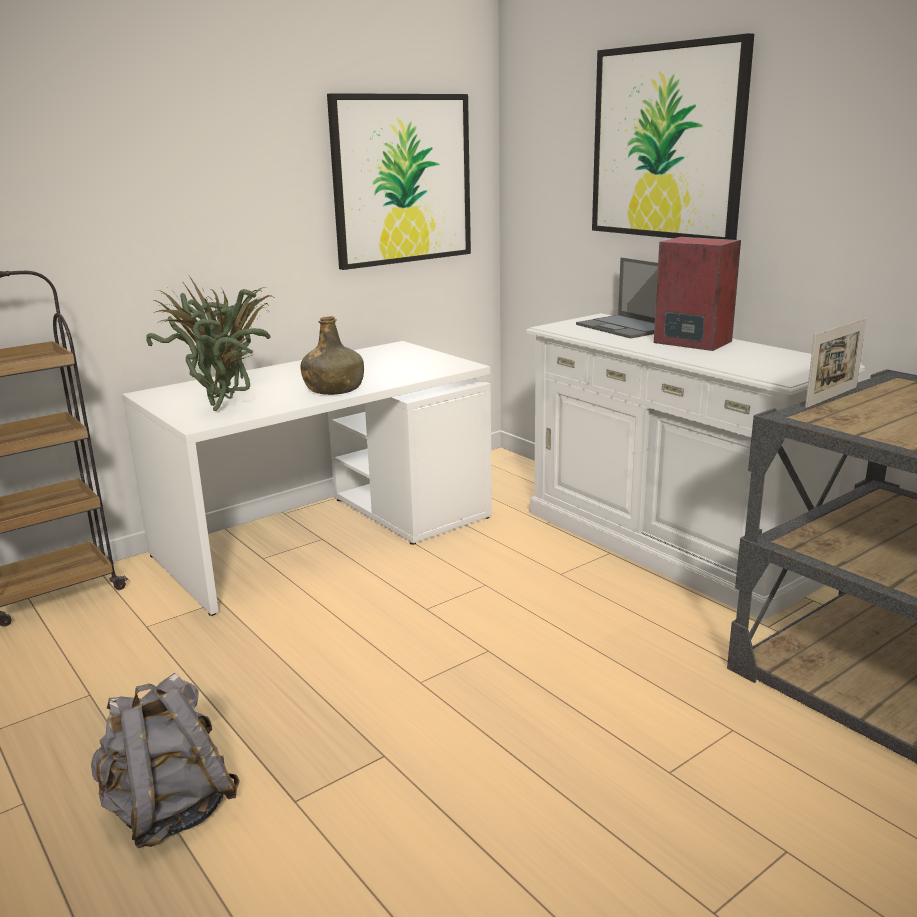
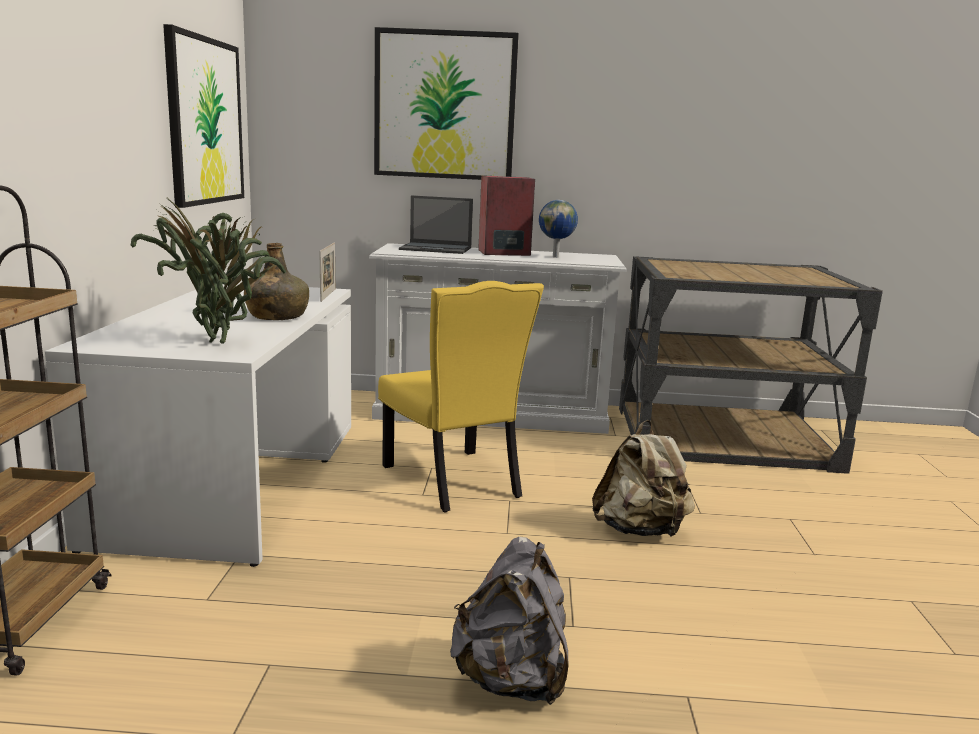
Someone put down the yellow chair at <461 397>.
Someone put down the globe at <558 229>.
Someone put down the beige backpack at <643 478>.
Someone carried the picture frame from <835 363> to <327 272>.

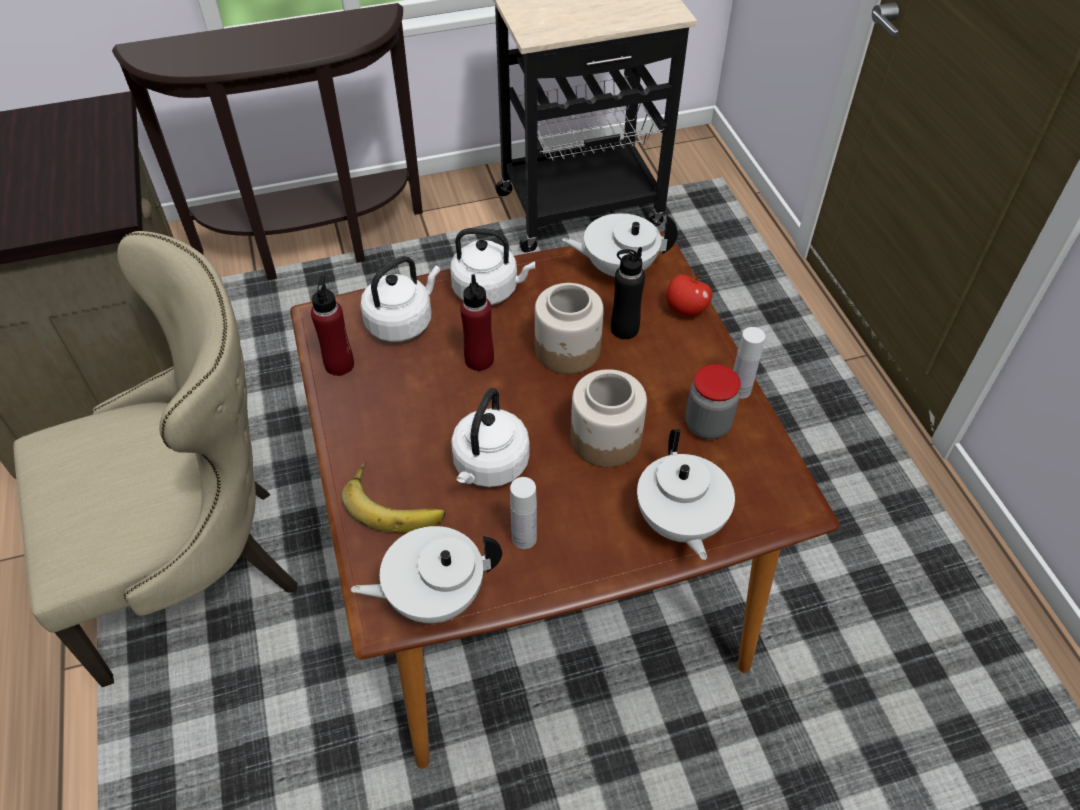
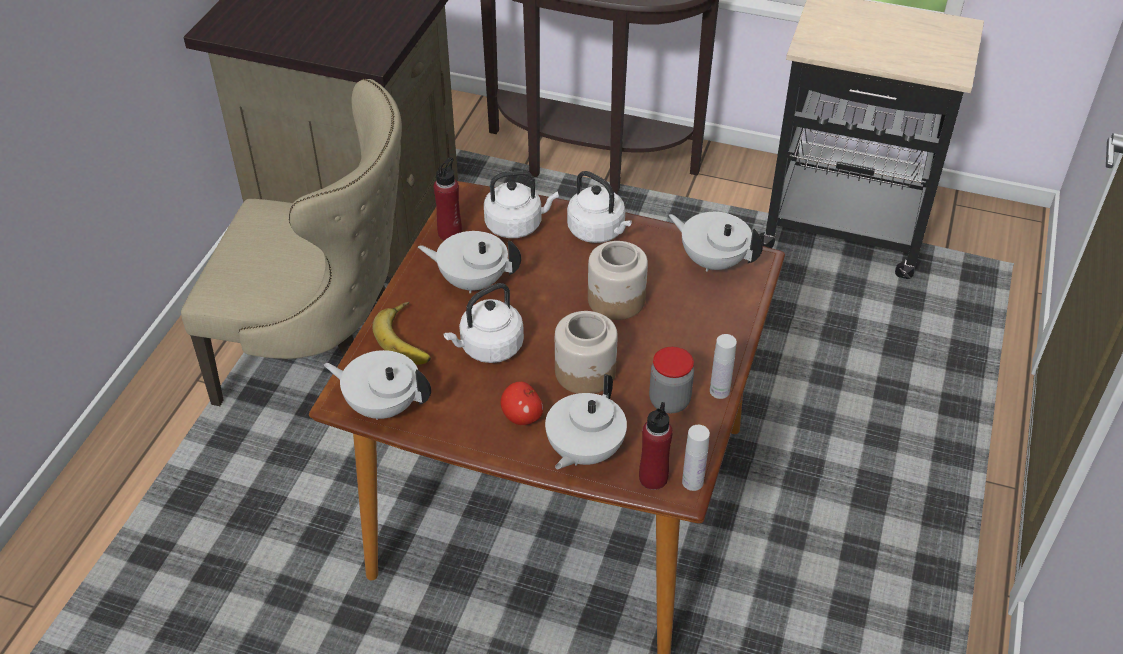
Someone took away the black bottle at <628 293>.
Someone put down the white teapot at <469 262>.
Someone carried the red bottle from <477 322> to <656 446>.
Someone carried the white bottle from <523 513> to <696 458>.
Someone carried the apple from <689 295> to <522 403>.

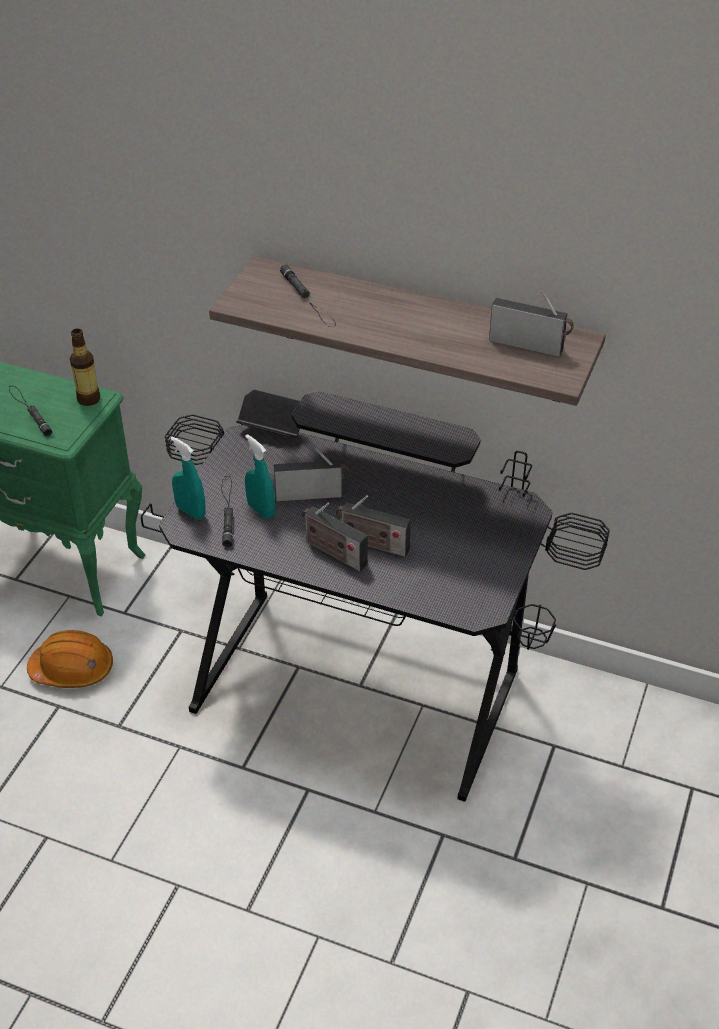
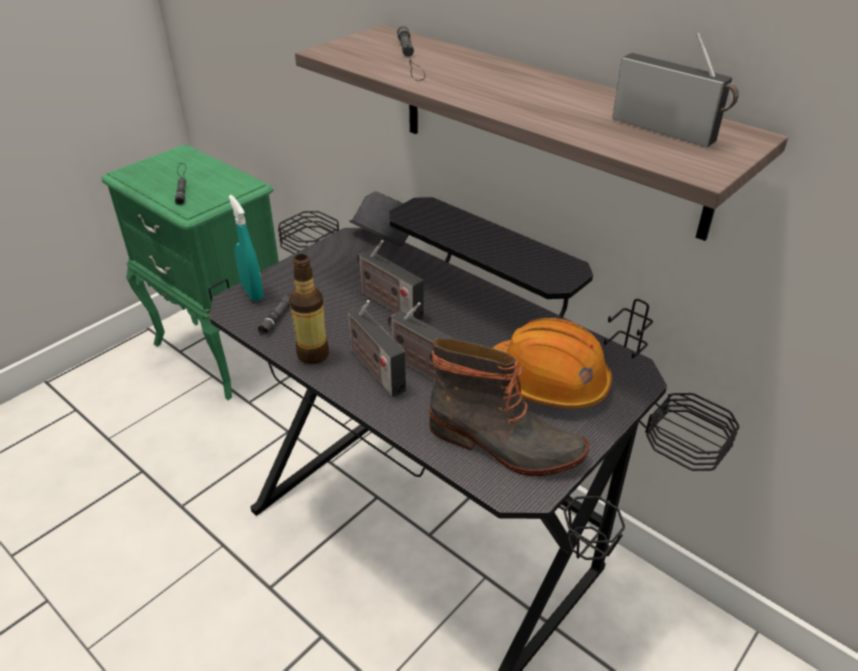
Someone took away the turquoise spray bottle at <260 476>.
Someone put down the boot at <509 407>.
Someone carried the orange hard hat from <70 659> to <552 363>.
Someone carried the bottle from <85 367> to <309 309>.
Someone rotated the radio at <311 474> by 150 degrees counterclockwise.

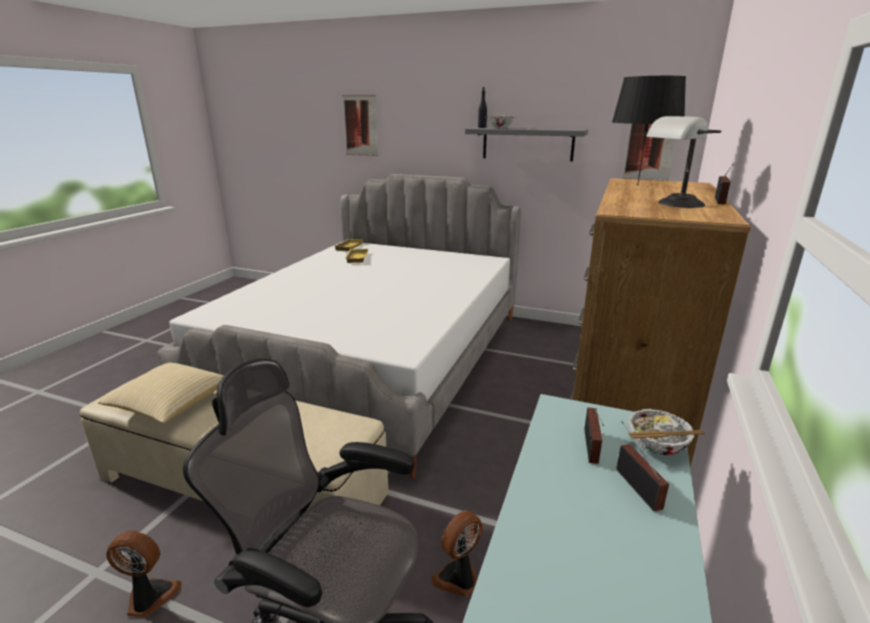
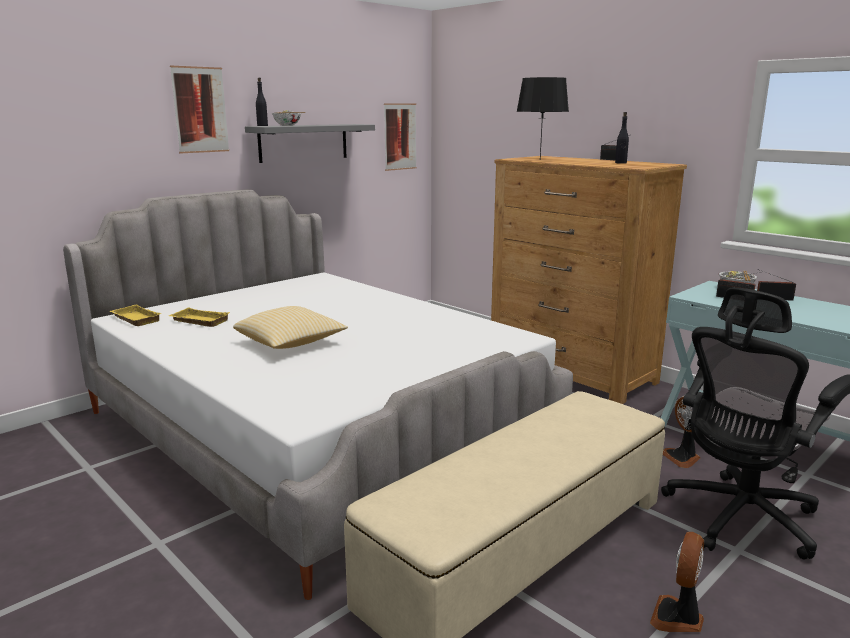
Someone carried the pillow from <161 393> to <290 327>.
Someone carried the picture from <360 125> to <199 109>.
Someone swapped the table lamp at <683 162> for the black bottle at <622 138>.

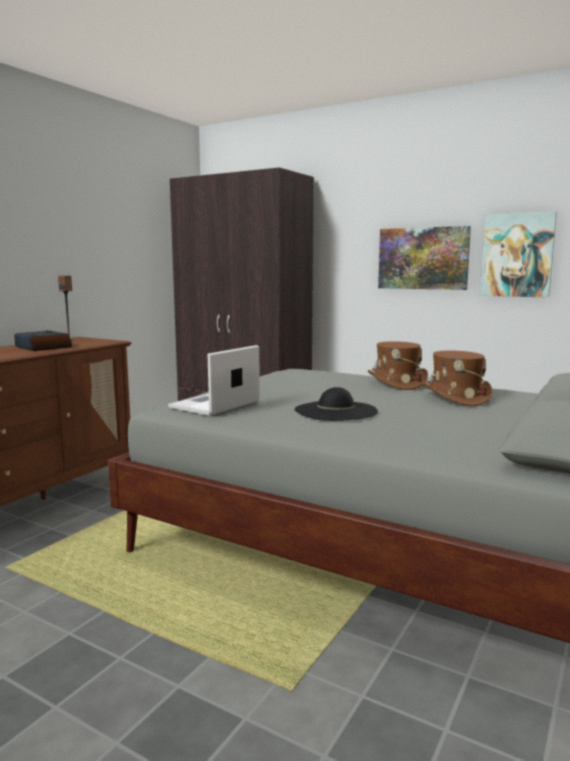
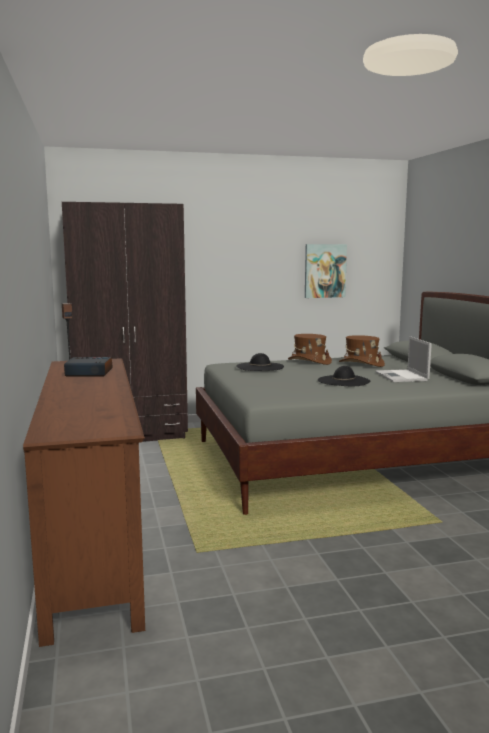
Someone took away the picture at <424 258>.
Someone put down the black hat at <260 362>.
Someone carried the laptop from <214 380> to <403 359>.

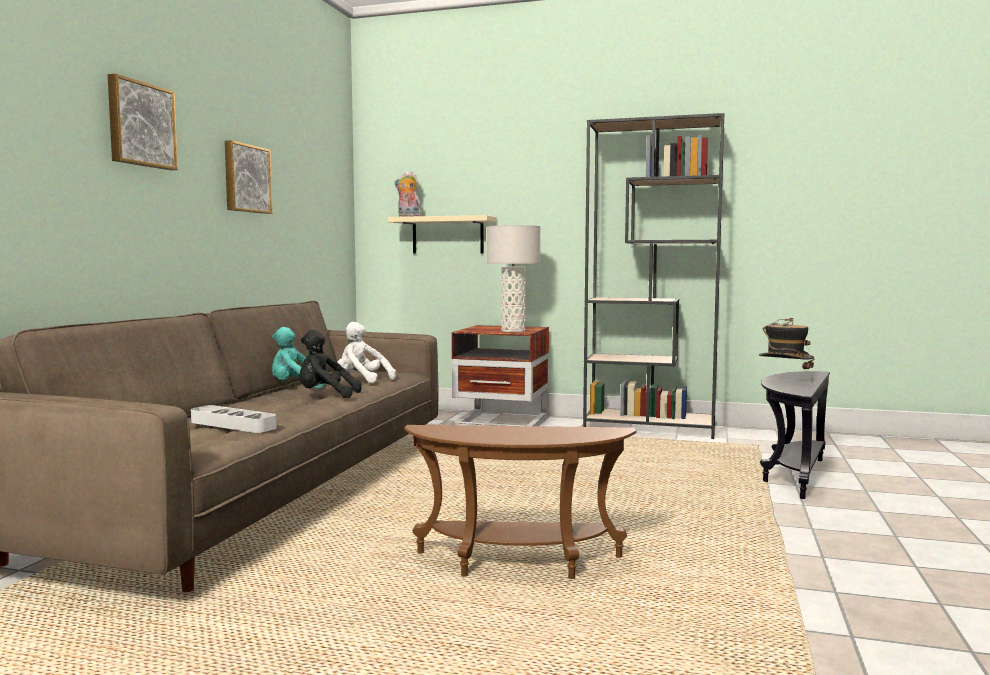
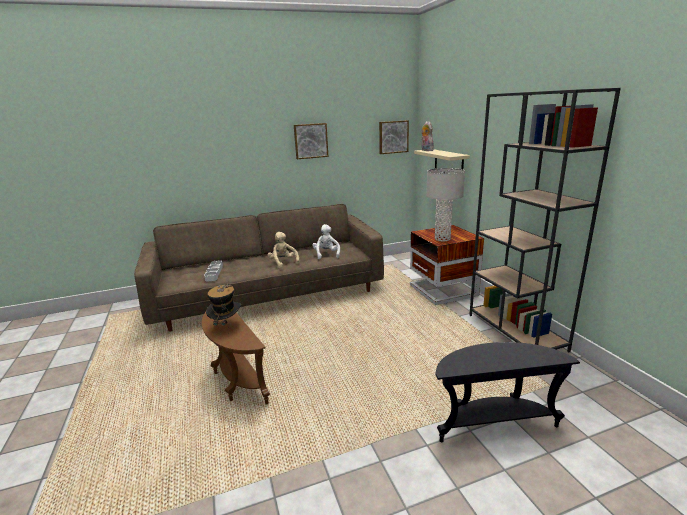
Someone took away the turquoise plush toy at <299 358>.
Someone carried the picture from <143 122> to <394 137>.
Someone carried the hat from <787 345> to <223 309>.
Someone repainted the black plush toy at <330 364>, which became the beige plush toy at <284 250>.

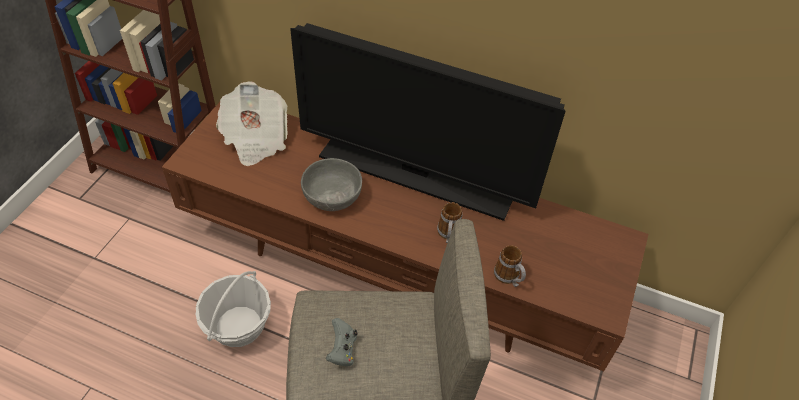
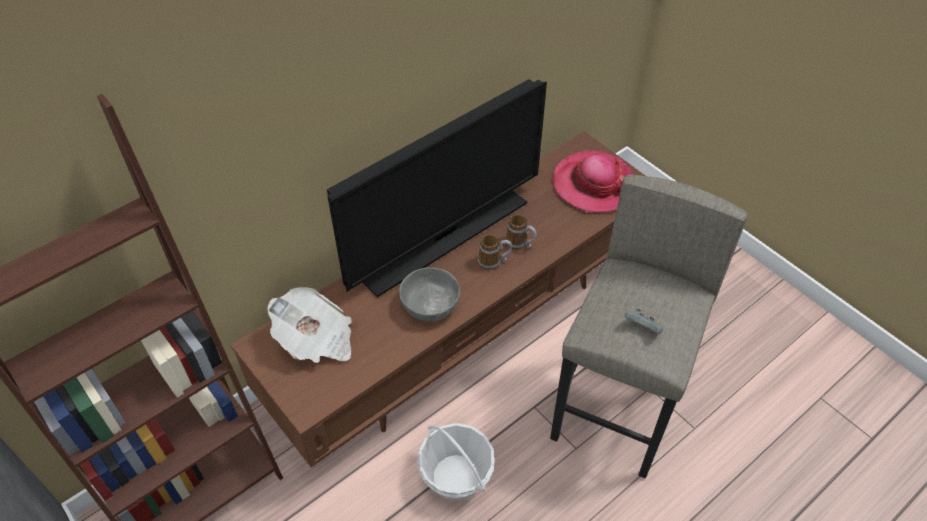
Someone put down the hat at <593 181>.
Someone carried the mug from <510 266> to <495 252>.

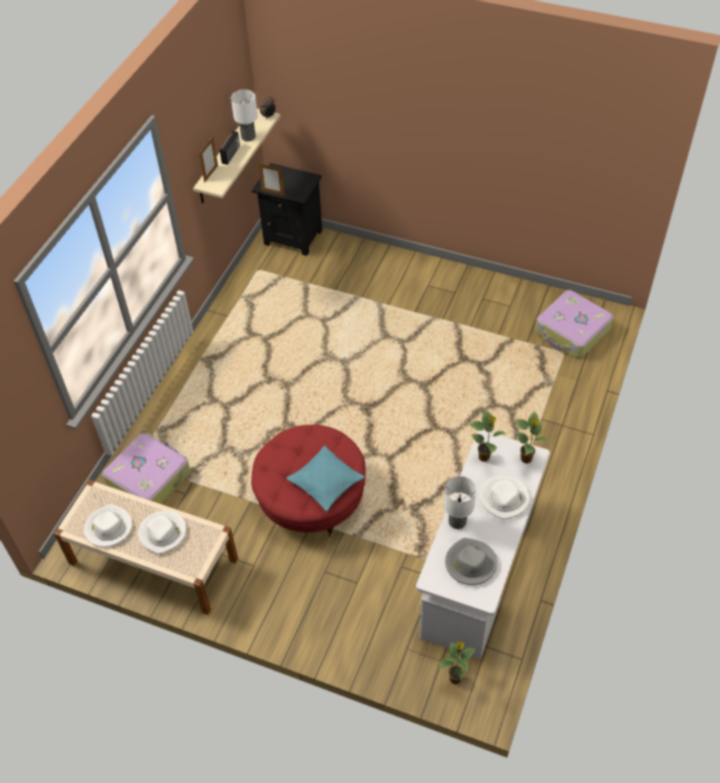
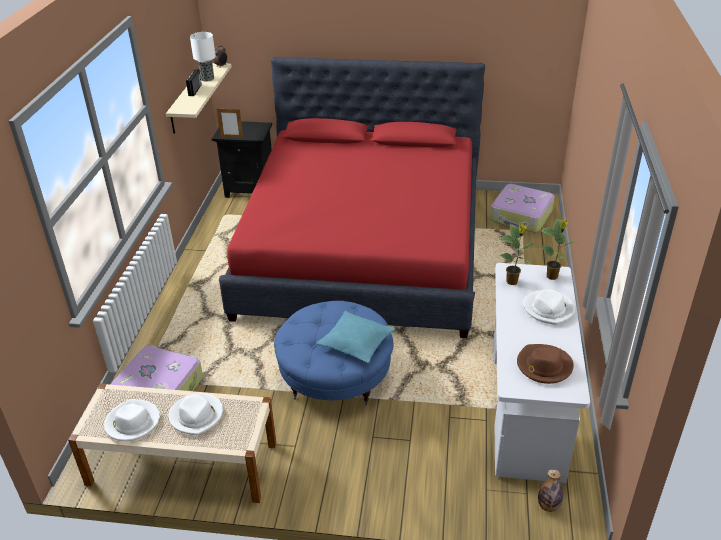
Someone took away the picture frame at <208 159>.
Someone took away the table lamp at <460 502>.
Someone put down the red bed at <352 197>.
Someone swapped the potted plant at <458 662> for the bottle at <550 490>.
Someone repainted the red ottoman at <308 481>, which became the blue ottoman at <334 353>.
Someone repainted the grey hat at <471 561>, which became the brown hat at <545 364>.

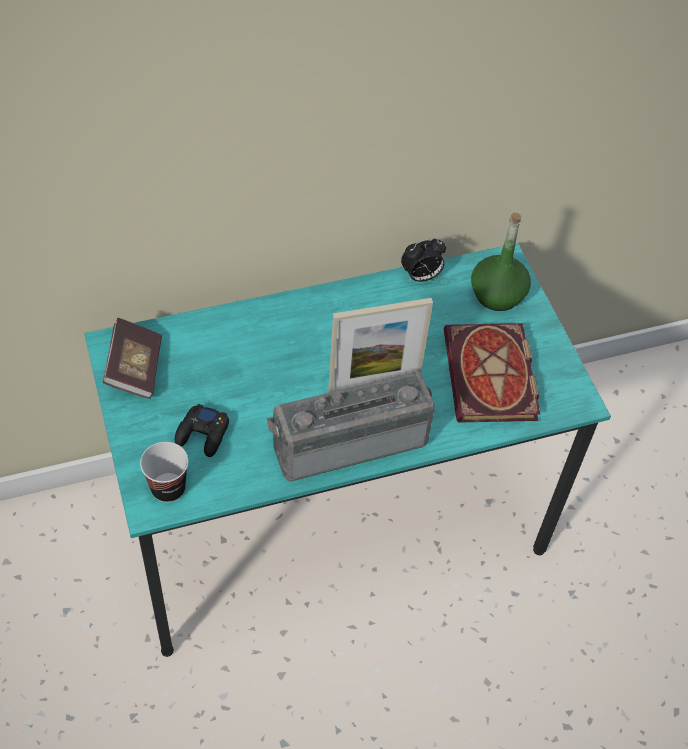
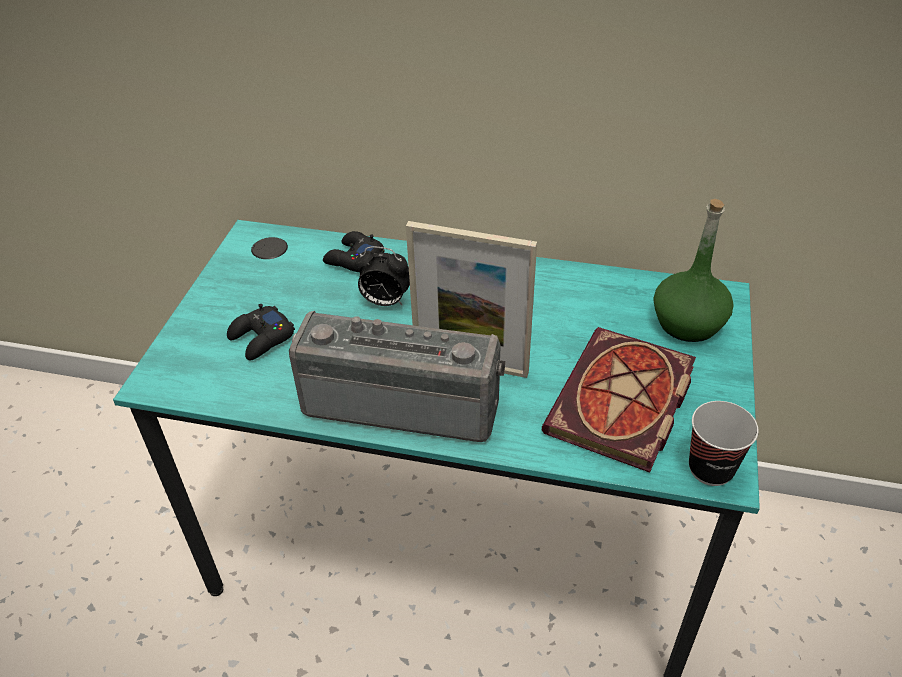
Someone took away the book at <132 358>.
Someone put down the black game controller at <353 251>.
Someone carried the cup from <164 472> to <724 443>.
Someone carried the alarm clock from <423 260> to <382 276>.

